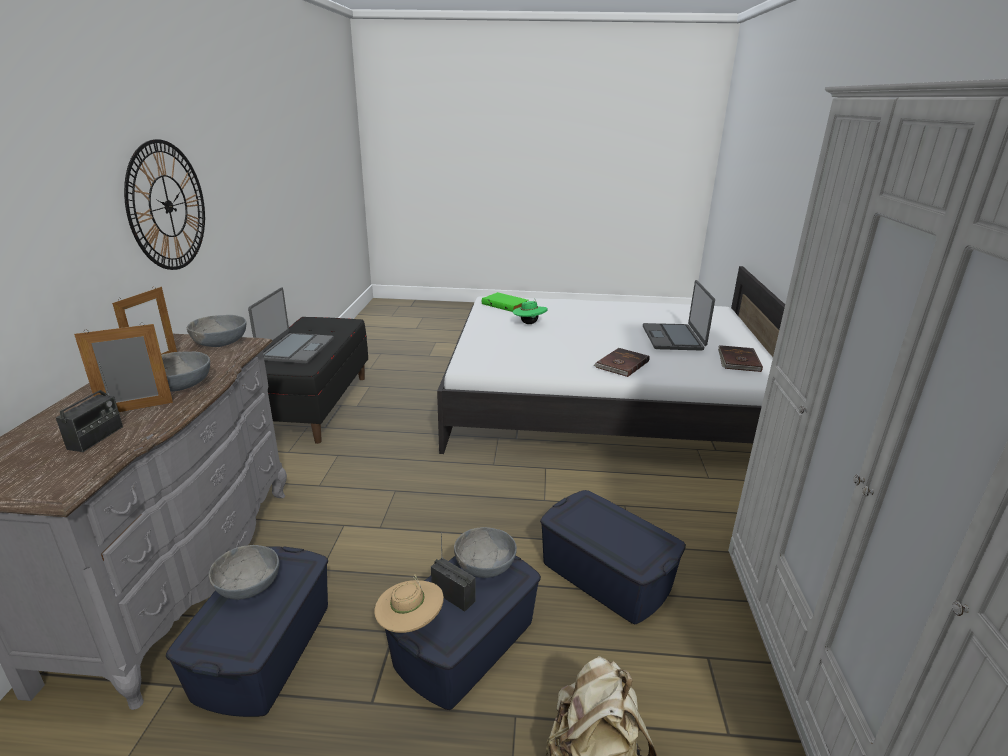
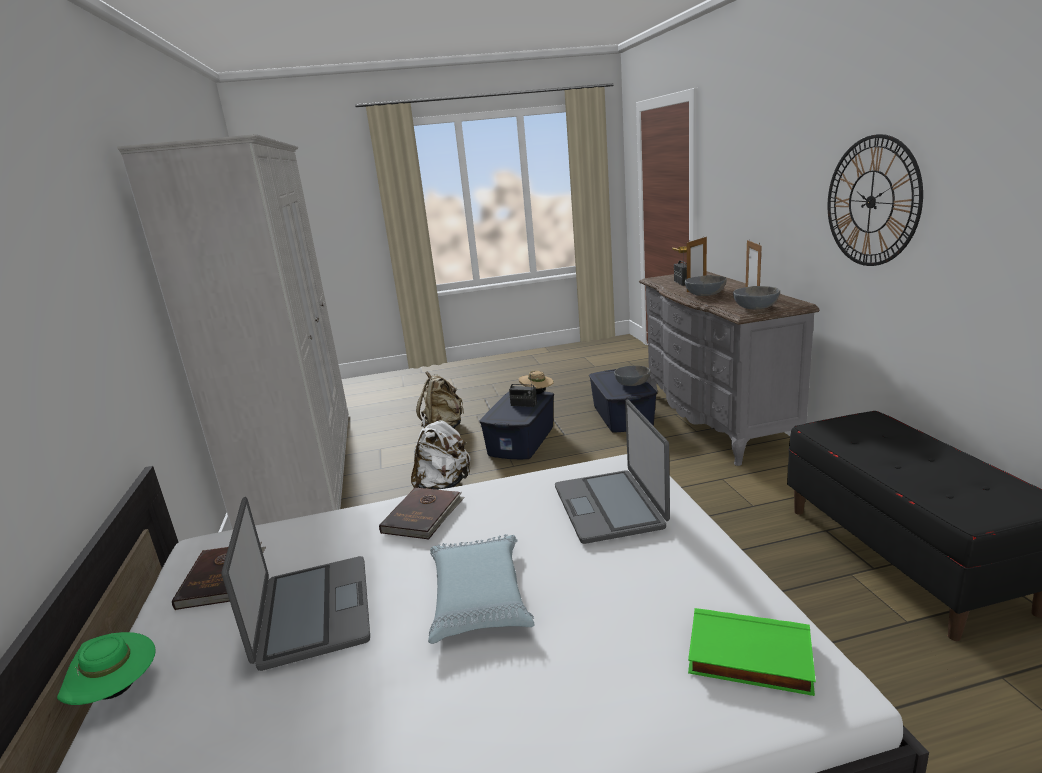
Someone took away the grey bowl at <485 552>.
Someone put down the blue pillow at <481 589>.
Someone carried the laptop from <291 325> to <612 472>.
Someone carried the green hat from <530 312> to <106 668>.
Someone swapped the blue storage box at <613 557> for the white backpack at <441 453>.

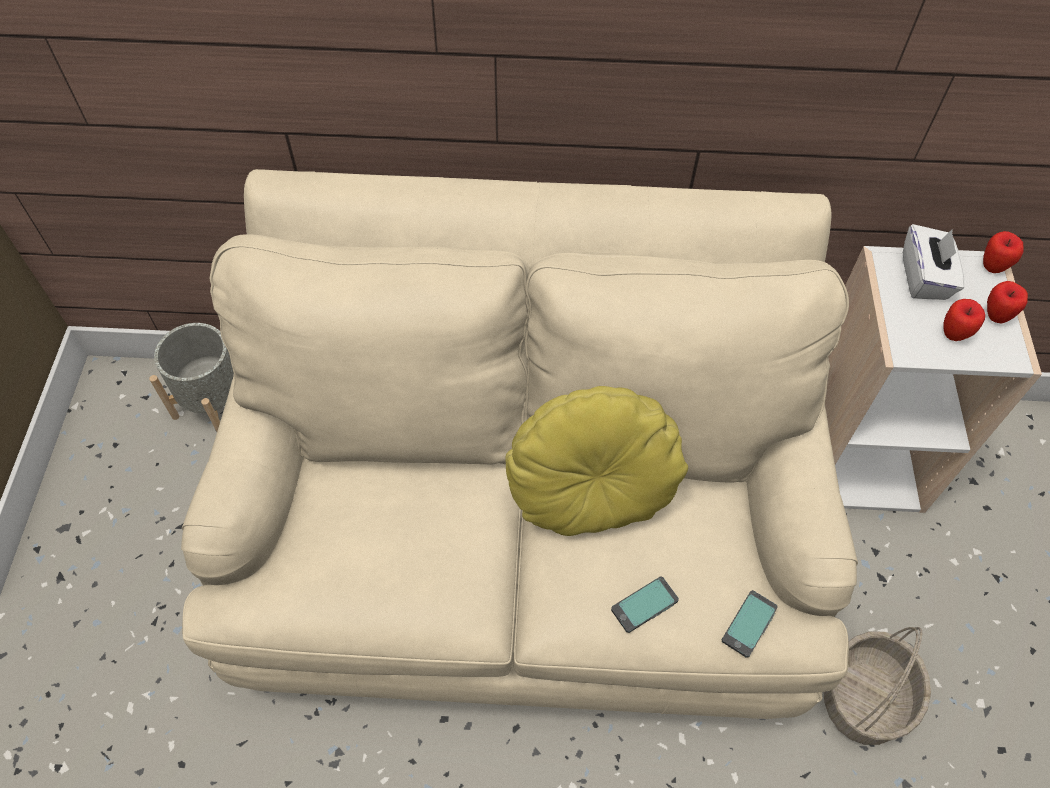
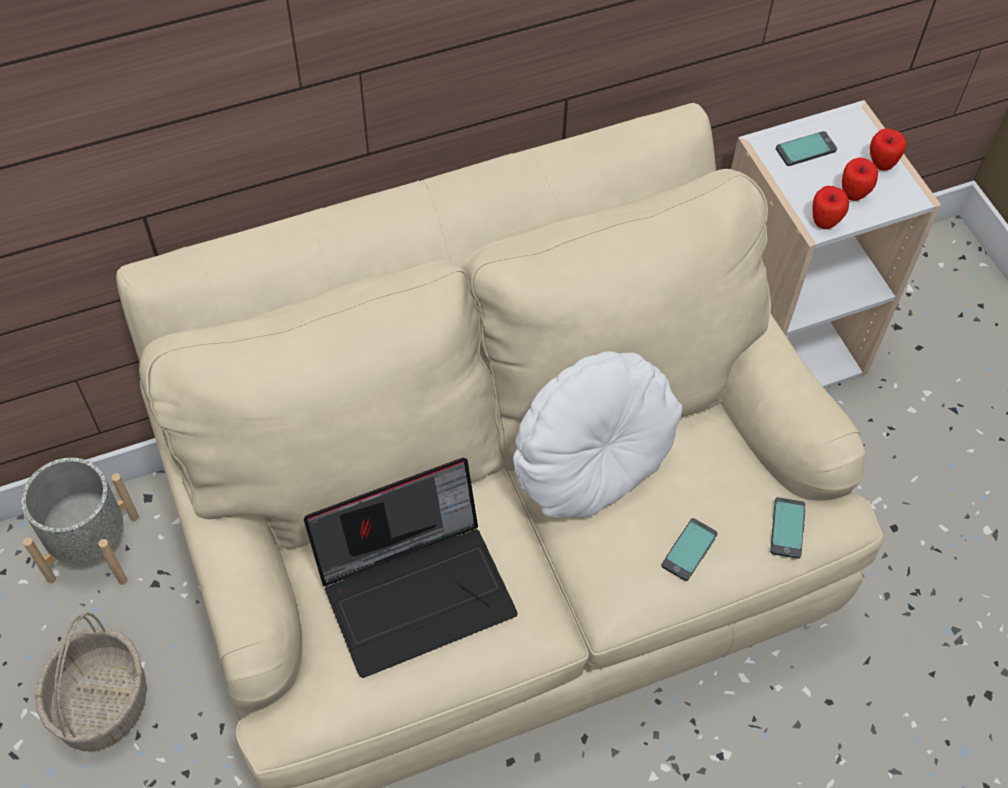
Someone put down the laptop at <411 568>.
Someone carried the basket from <877 686> to <91 682>.
Someone carried the apple from <1003 252> to <830 207>.
Someone swapped the white tissue box at <934 262> for the phone at <806 148>.
Someone repainted the yellow pillow at <596 461>, which became the white pillow at <597 434>.

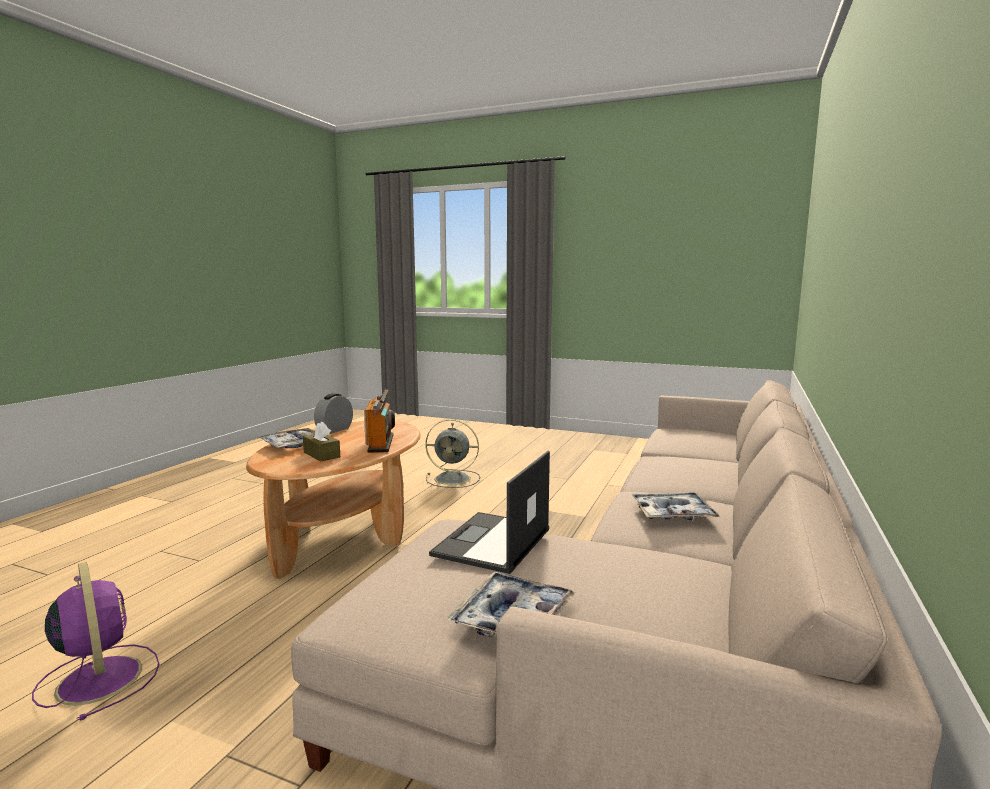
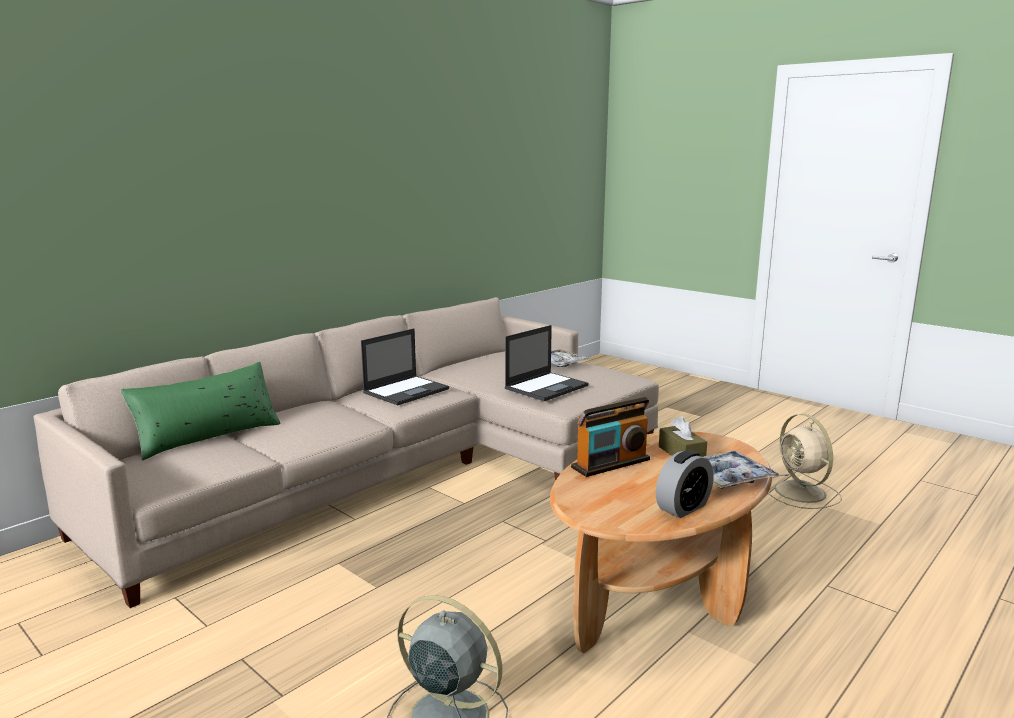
Someone put down the green pillow at <201 411>.
Someone swapped the tray at <676 506> for the laptop at <405 367>.
Someone repainted the purple fan at <95 641>, which became the beige fan at <805 461>.
Someone rotated the radio at <379 421> by 135 degrees counterclockwise.

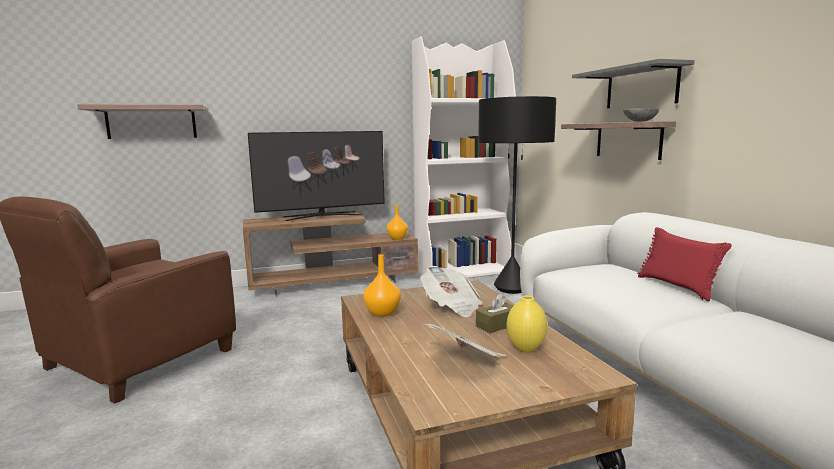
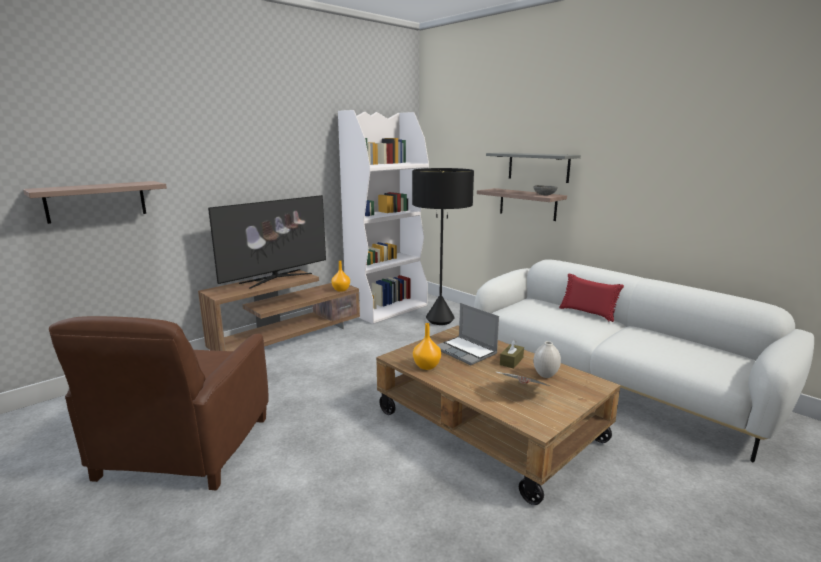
Someone swapped the newspaper at <451 291> for the laptop at <468 334>.
Someone repainted the yellow vase at <526 324>, which became the white vase at <547 359>.

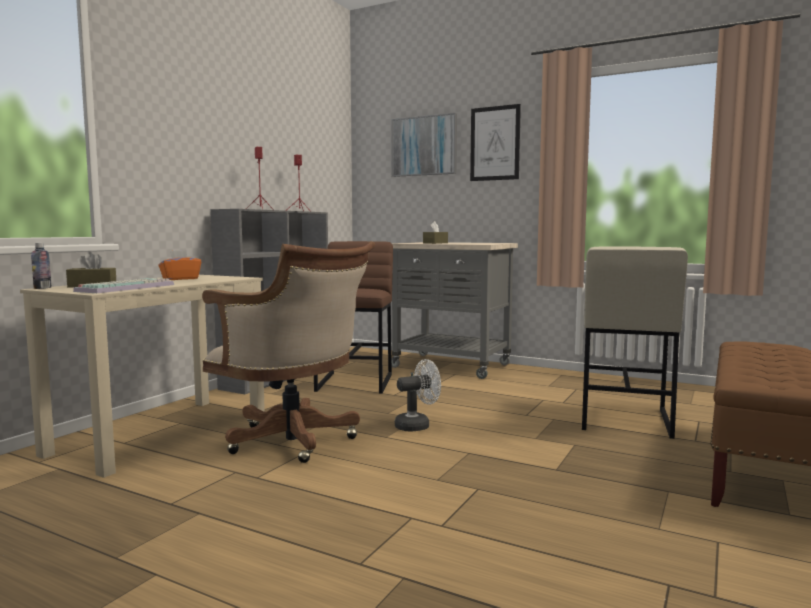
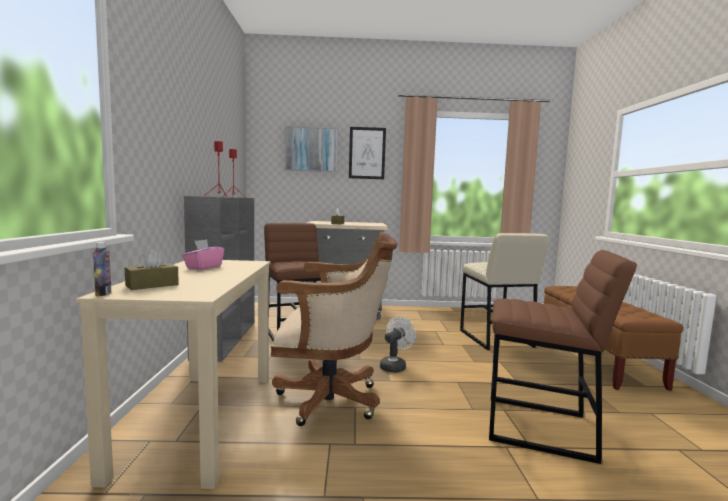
Someone took away the keyboard at <123 285>.
Someone put down the brown chair at <563 357>.
Someone repainted the orange tissue box at <180 265>, which became the pink tissue box at <203 254>.

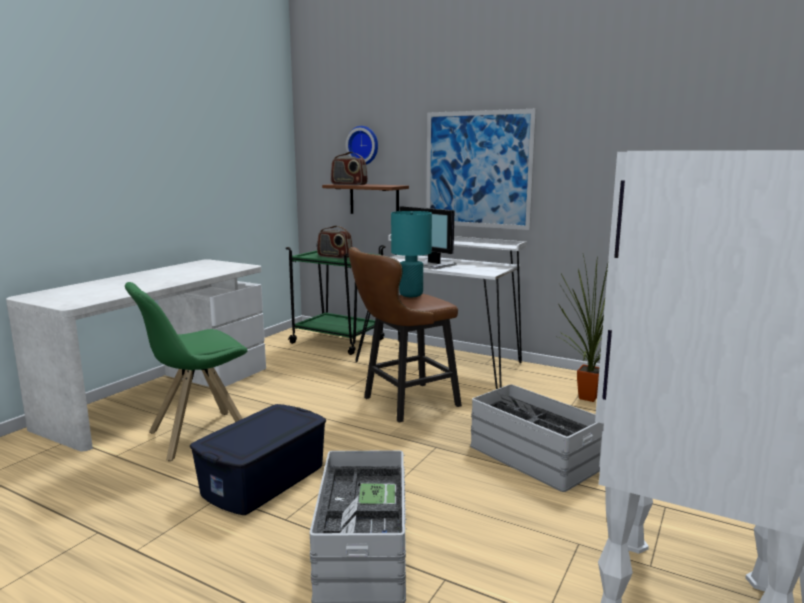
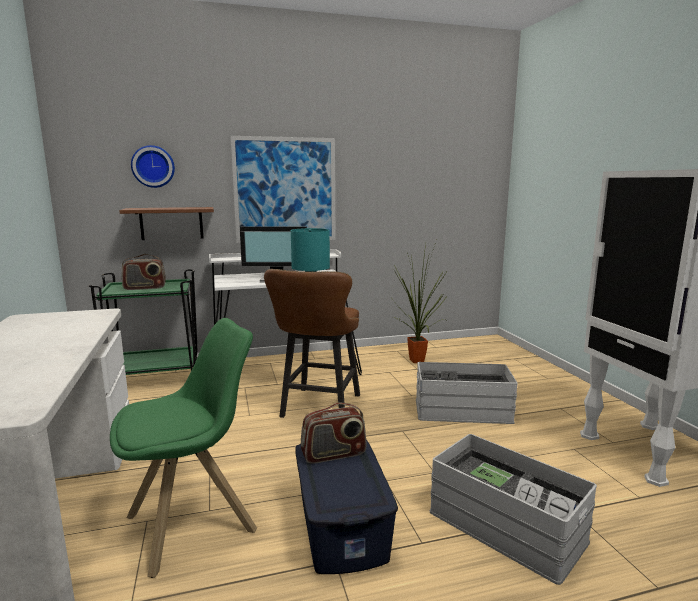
Someone carried the radio from <349 168> to <333 433>.
Someone rotated the green chair at <186 371> by 135 degrees counterclockwise.

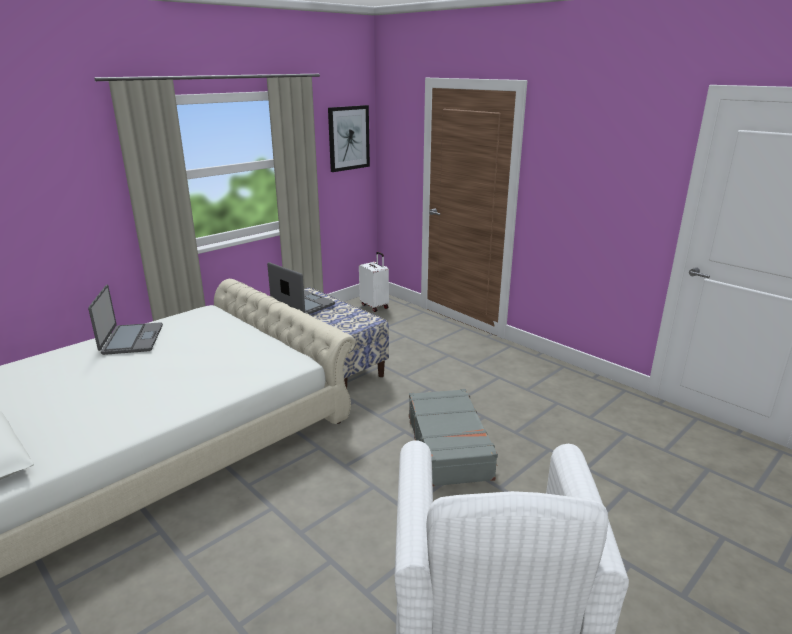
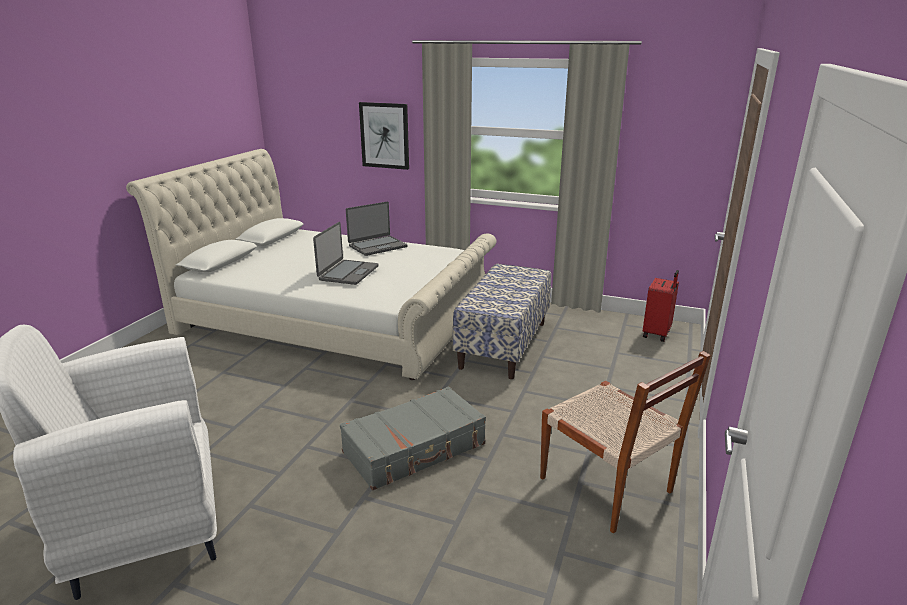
Someone put down the chair at <625 442>.
Someone carried the laptop from <301 288> to <346 253>.
Someone carried the picture from <349 138> to <384 136>.
Someone repainted the white suitcase at <374 282>, which became the red suitcase at <661 306>.

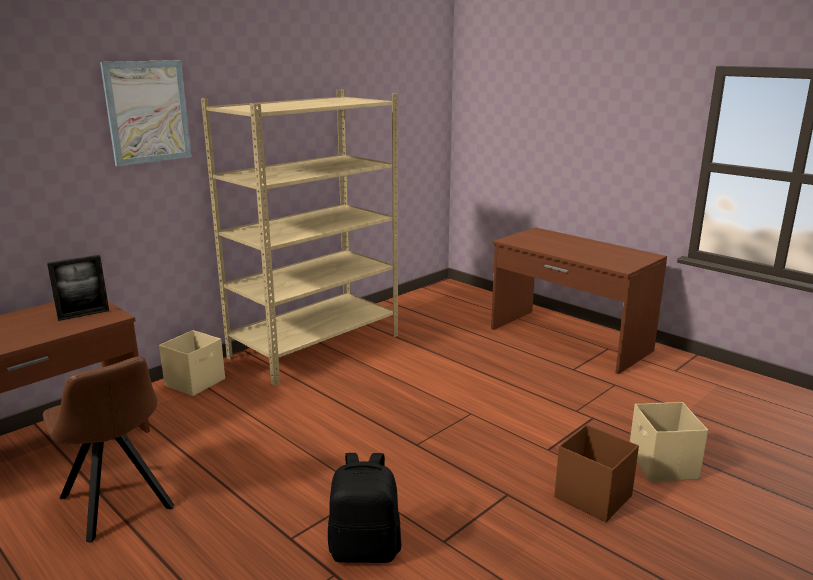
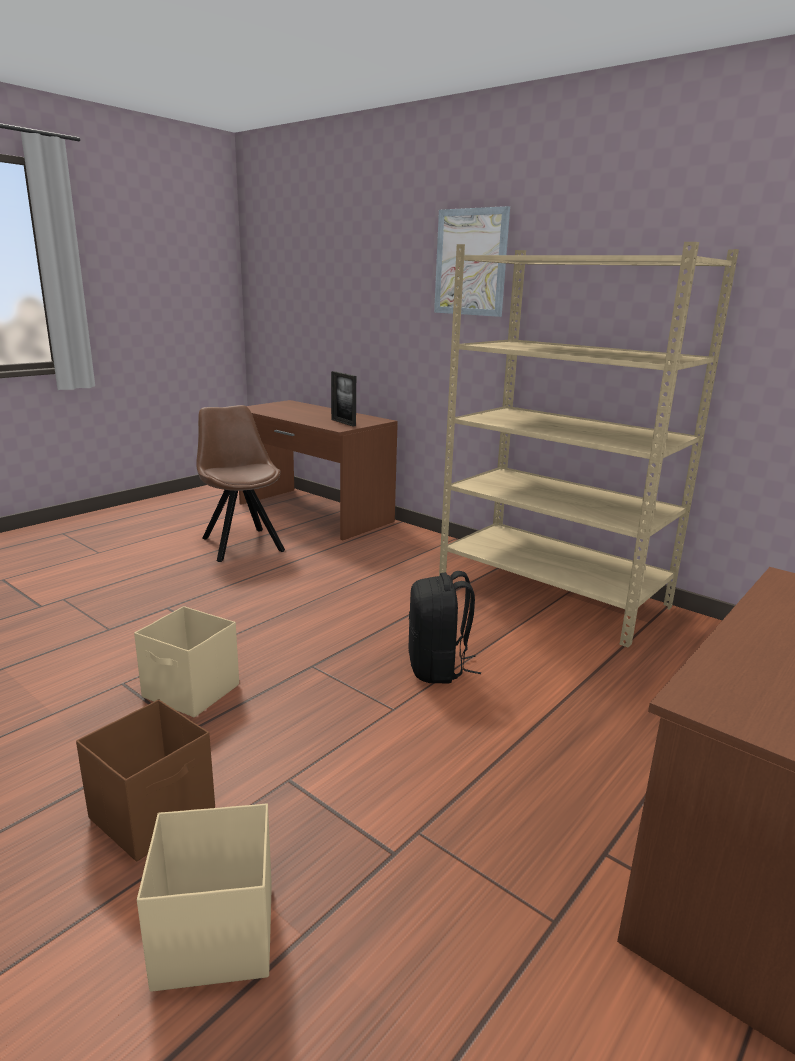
Someone carried the beige storage box from <192 363> to <186 661>.
Someone carried the black backpack from <364 508> to <444 627>.
Someone rotated the brown chair at <108 449> by 105 degrees clockwise.

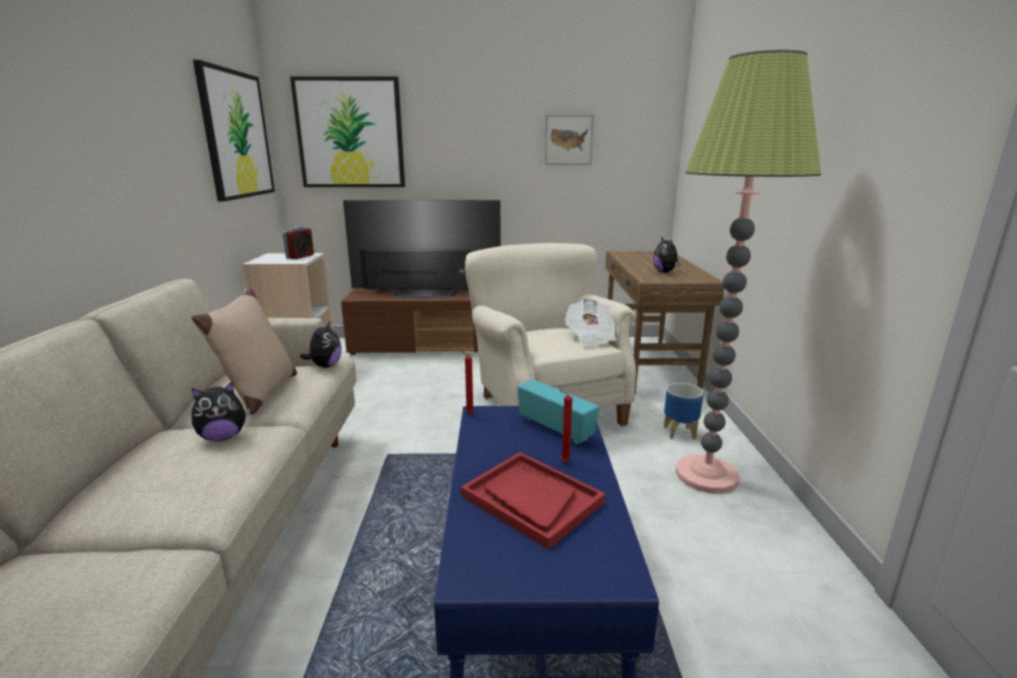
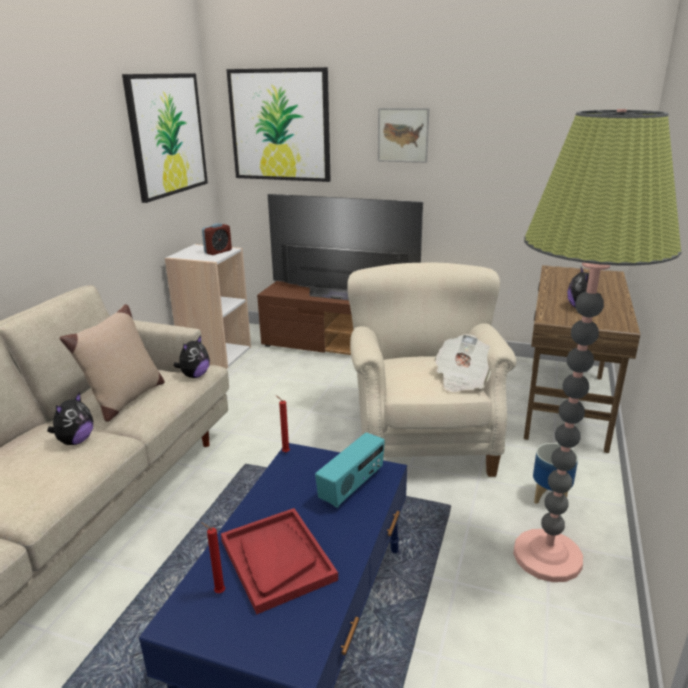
Someone carried the picture from <569 140> to <403 135>.
Someone carried the red candle from <566 426> to <213 557>.
Someone rotated the plush toy at <220 412> by 60 degrees counterclockwise.
Someone rotated the radio at <558 412> by 60 degrees clockwise.

